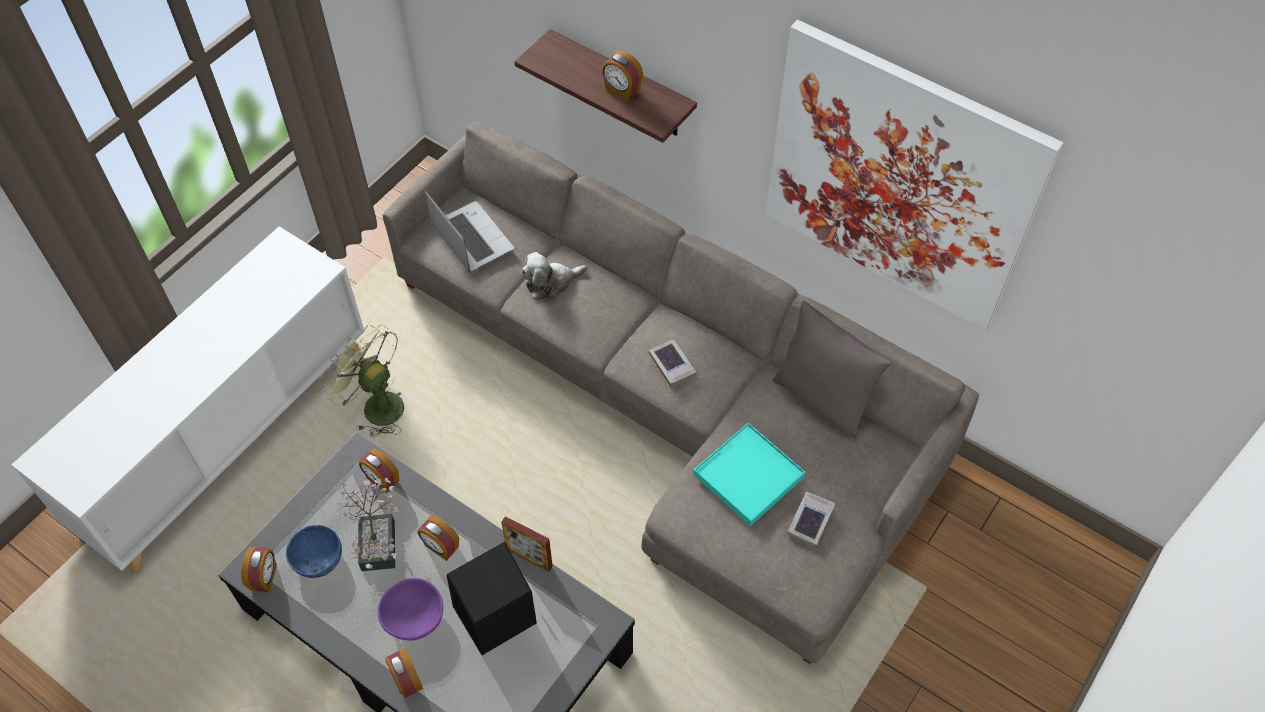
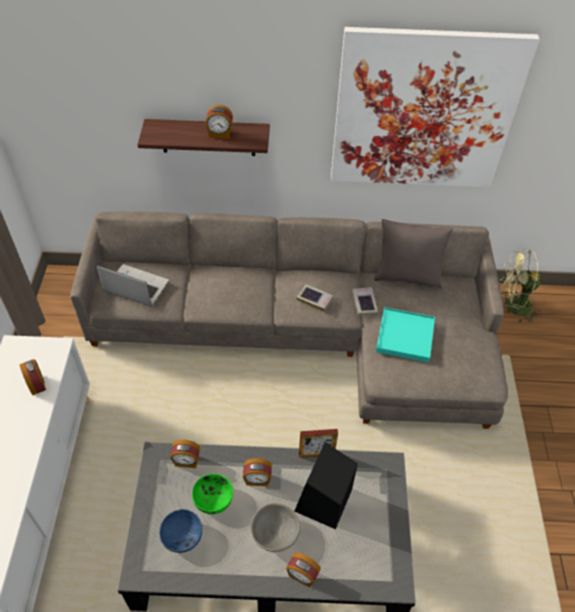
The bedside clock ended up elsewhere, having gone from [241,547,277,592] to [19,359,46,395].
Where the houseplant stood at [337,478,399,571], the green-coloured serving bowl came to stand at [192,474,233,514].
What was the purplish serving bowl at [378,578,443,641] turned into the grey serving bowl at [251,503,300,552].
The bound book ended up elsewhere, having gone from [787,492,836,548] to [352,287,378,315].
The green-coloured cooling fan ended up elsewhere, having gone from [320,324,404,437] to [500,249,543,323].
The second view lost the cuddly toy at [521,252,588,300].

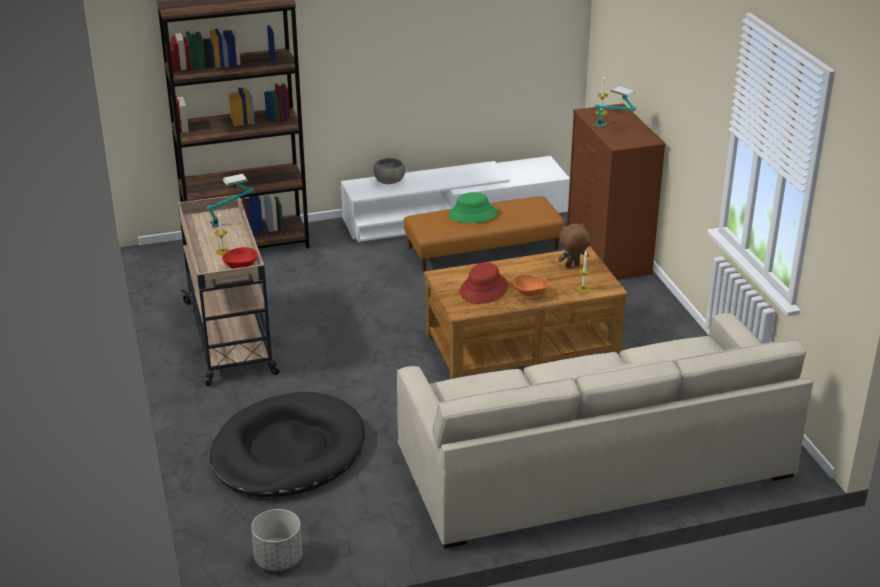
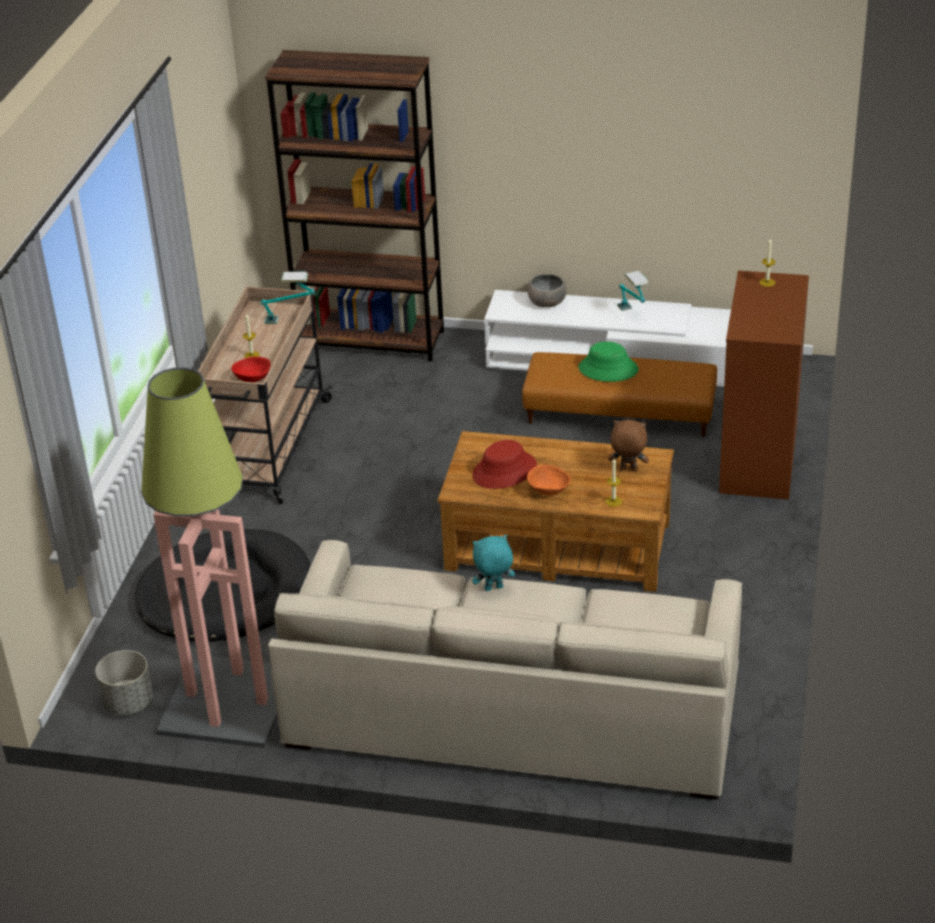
The second view gained the floor lamp at [141,367,278,748].
The second view gained the turquoise-coloured cuddly toy at [472,535,515,591].
The lamp for a table ended up elsewhere, having gone from [593,86,636,128] to [617,270,648,311].

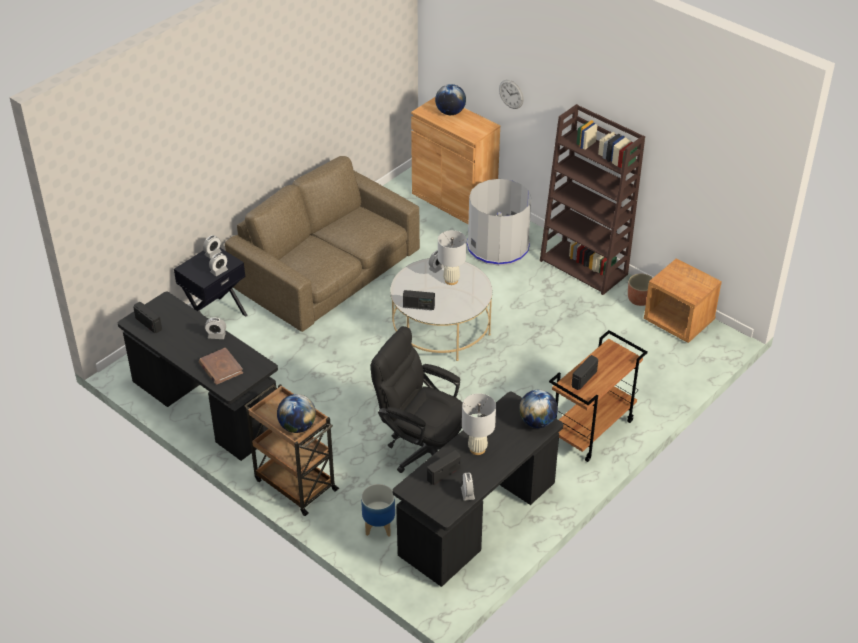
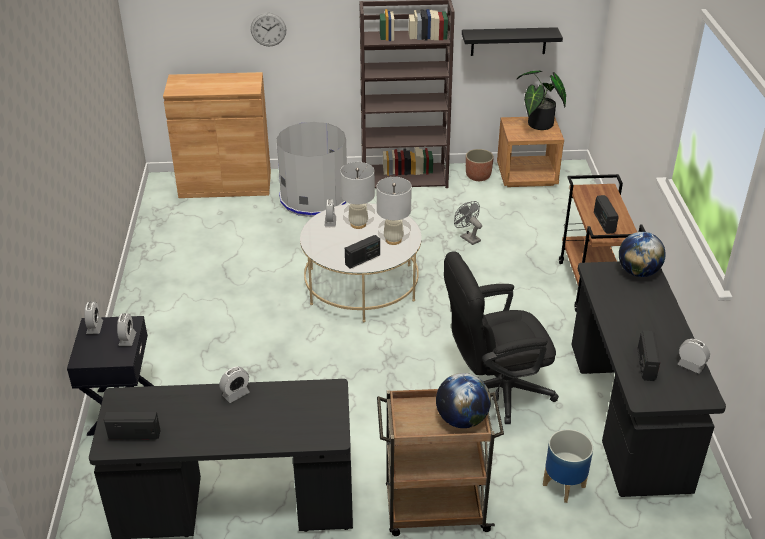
The white lamp for a table ended up elsewhere, having gone from [462,393,496,455] to [377,177,412,245].
The second view gained the grey cooling fan at [454,201,482,245].
The second view gained the black shelf at [462,27,563,56].
The second view gained the houseplant at [516,71,566,130].
The second view lost the brownish bound book at [199,348,243,385].
The second view lost the brownish sofa at [225,156,420,332].
The second view lost the globe at [435,84,466,115].

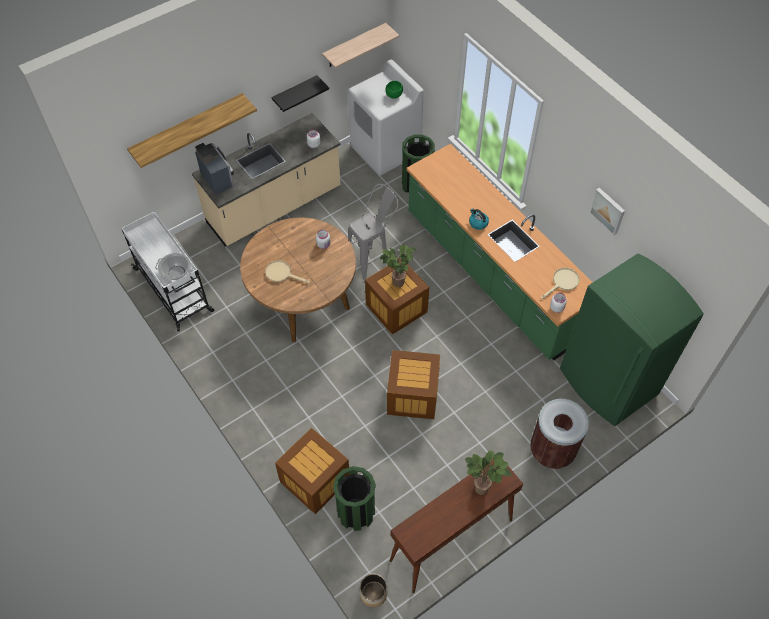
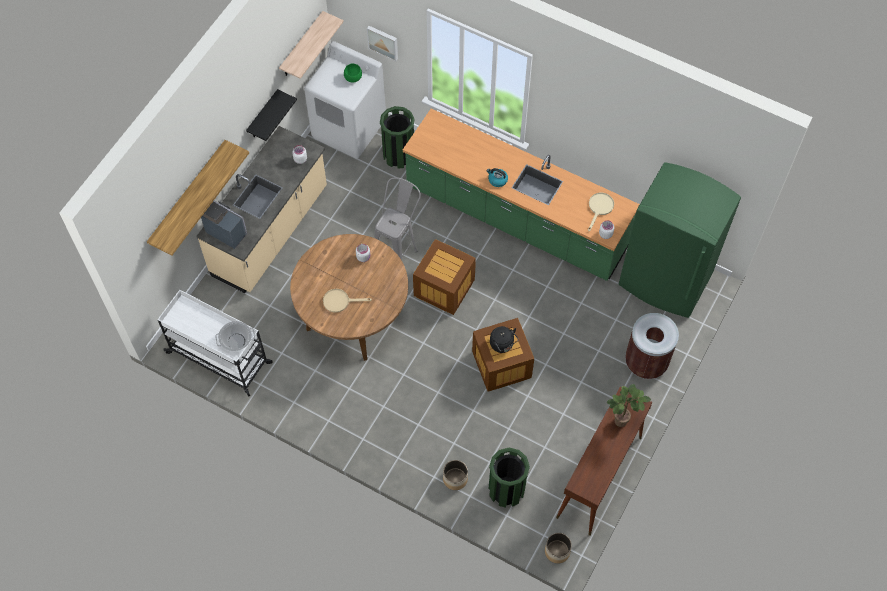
The picture ended up elsewhere, having gone from [589,188,625,235] to [367,26,398,61].
Where the packing crate stood at [275,428,350,514], the plant pot came to stand at [443,460,468,490].
The second view gained the black kettle at [490,326,519,353].
The second view lost the houseplant at [379,244,416,287].

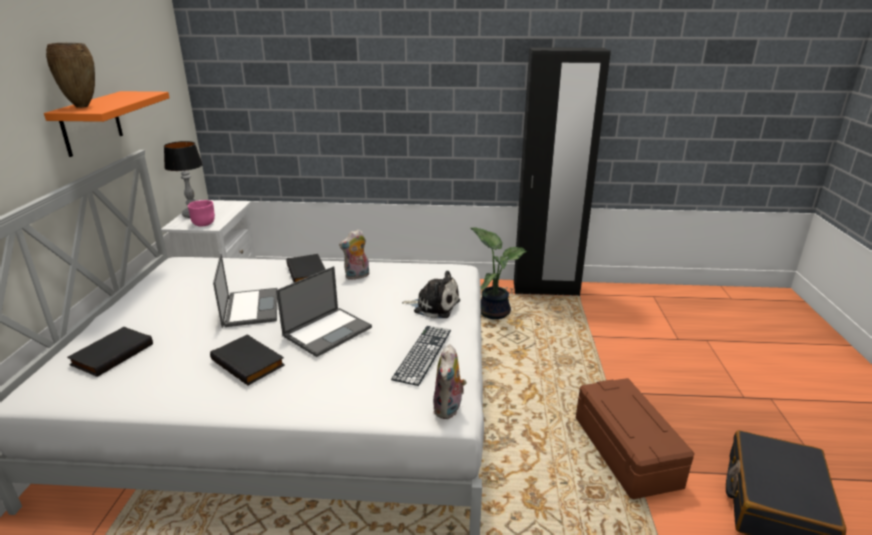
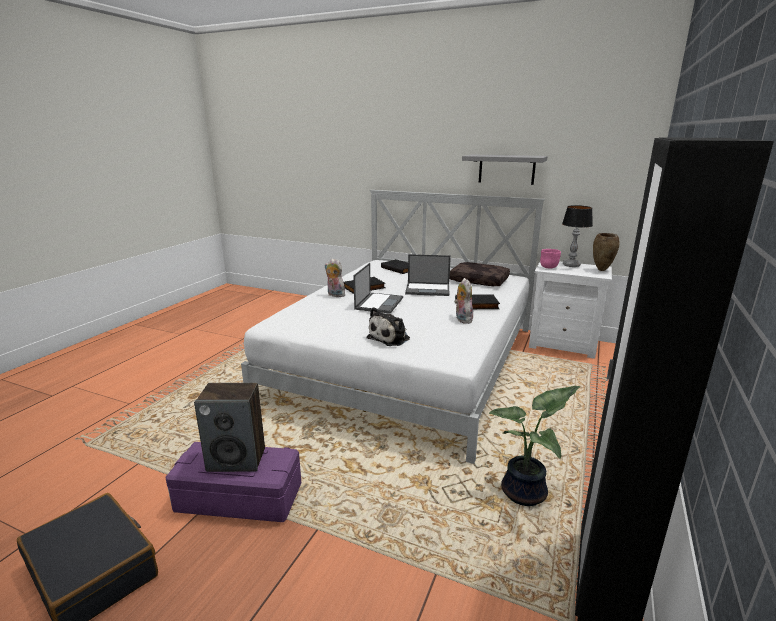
What was the brownish storage box at [576,378,694,499] turned into the purplish storage box at [165,442,301,522].
The second view gained the loudspeaker at [194,383,265,472].
The cuddly toy ended up elsewhere, having gone from [433,344,467,419] to [325,258,345,297].
The notebook computer at [276,266,372,357] ended up facing another way, 135 degrees counterclockwise from before.
The second view gained the brownish pillow at [450,262,510,286].
What was the orangey shelf at [44,91,170,157] turned into the grey shelf at [462,154,548,185].
The brownish flower vase ended up elsewhere, having gone from [46,43,95,108] to [593,233,619,271].
The second view lost the computer keyboard at [391,326,451,386].

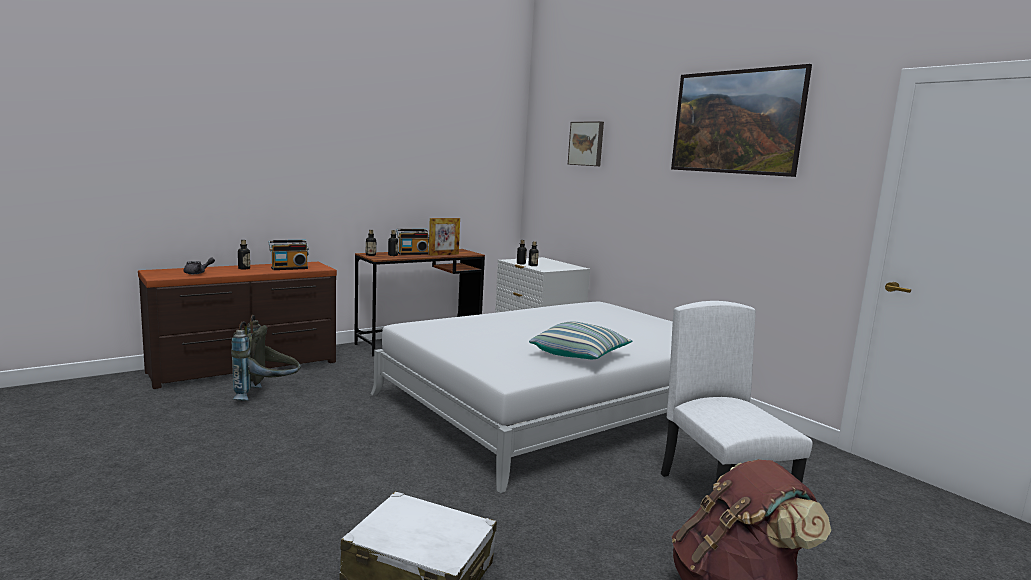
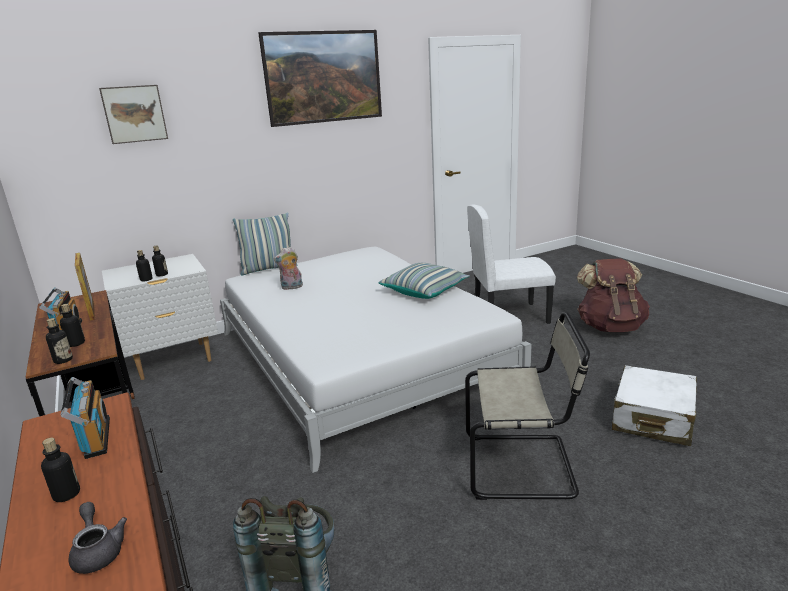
The second view gained the pillow at [233,213,291,275].
The second view gained the cuddly toy at [273,246,303,290].
The second view gained the beige-coloured plain chair at [465,312,590,500].

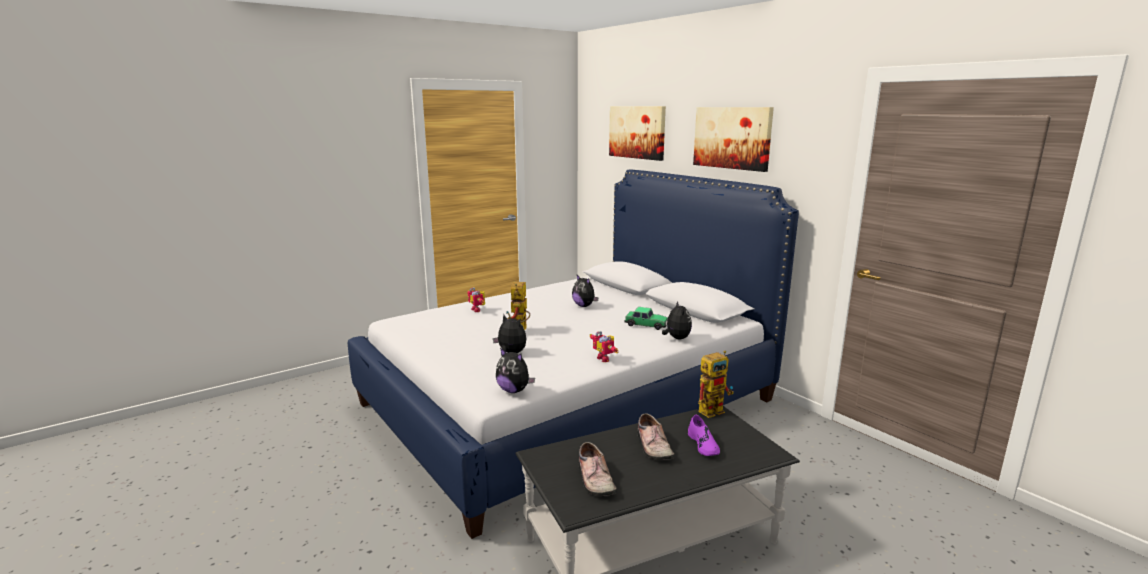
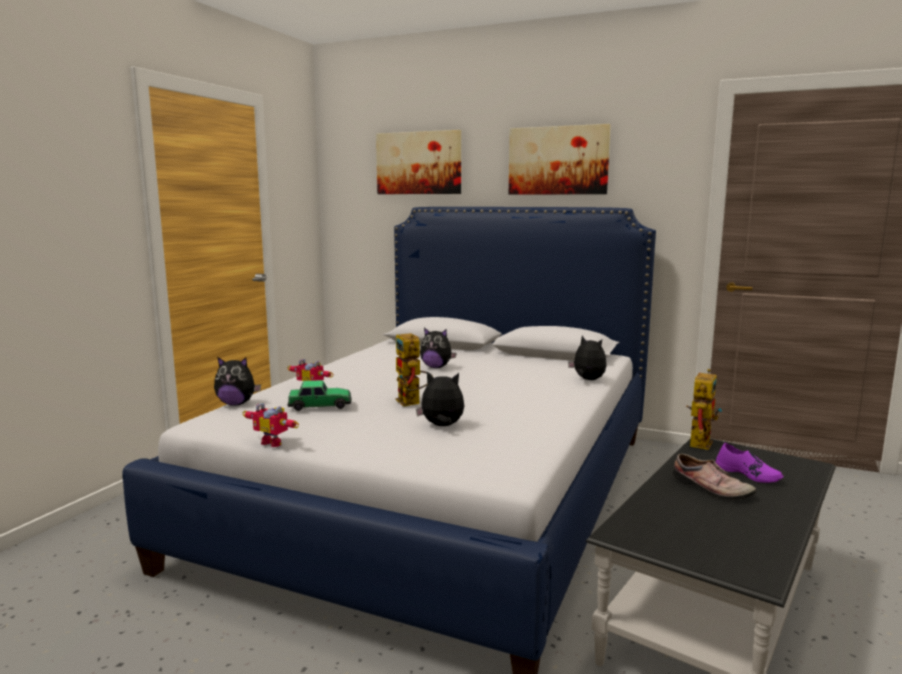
The cuddly toy ended up elsewhere, having gone from [496,348,535,393] to [214,357,261,406].
The model robot ended up elsewhere, having gone from [590,331,618,362] to [243,403,299,447].
The model car ended up elsewhere, having gone from [624,307,668,330] to [288,380,351,411].
The second view lost the shoe at [578,442,617,496].

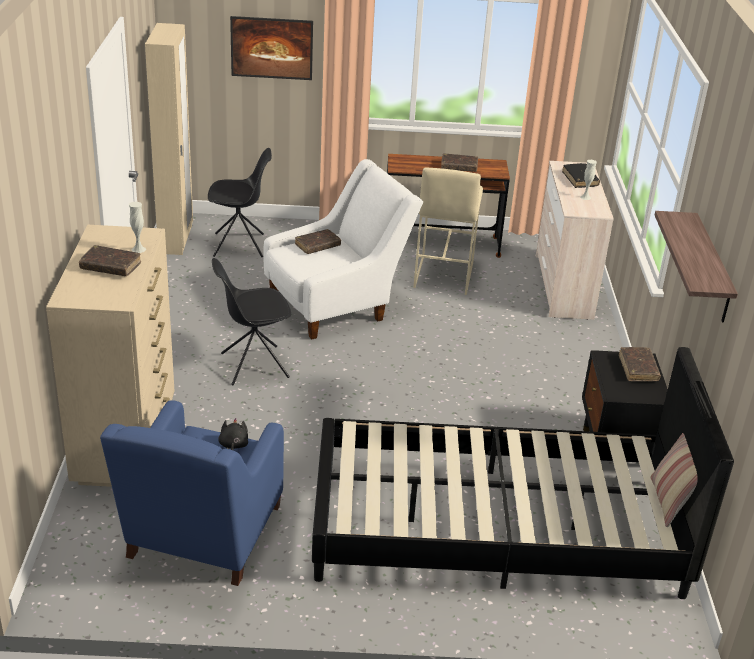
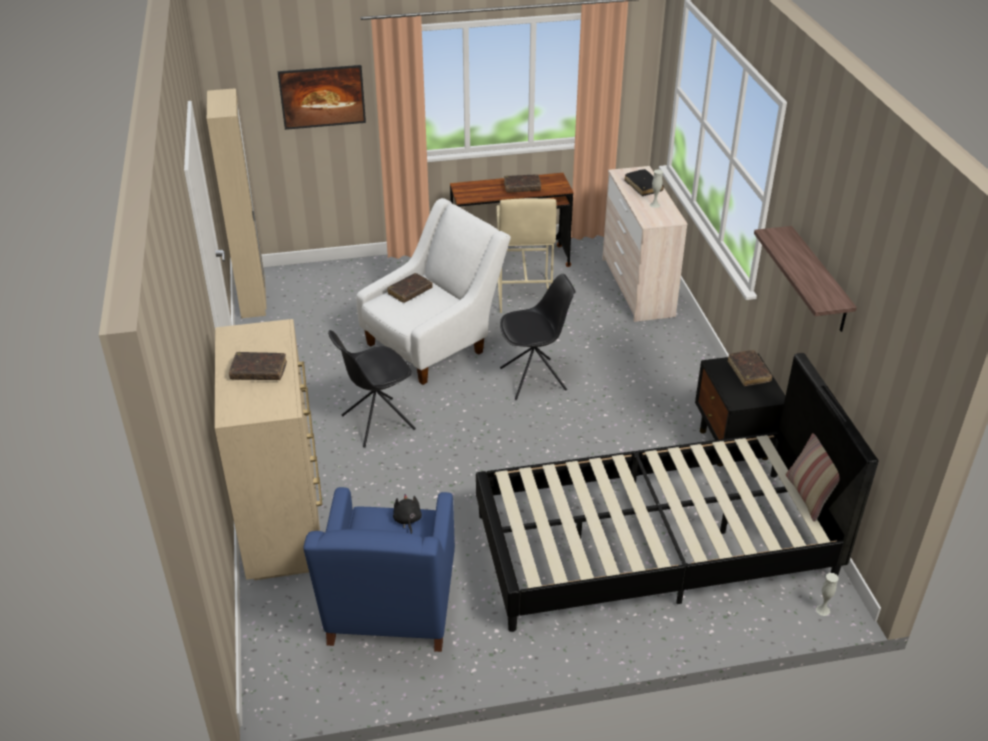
The black plain chair ended up elsewhere, having gone from [208,148,272,257] to [500,274,576,400].
The white flower vase ended up elsewhere, having gone from [129,202,146,253] to [816,573,839,616].

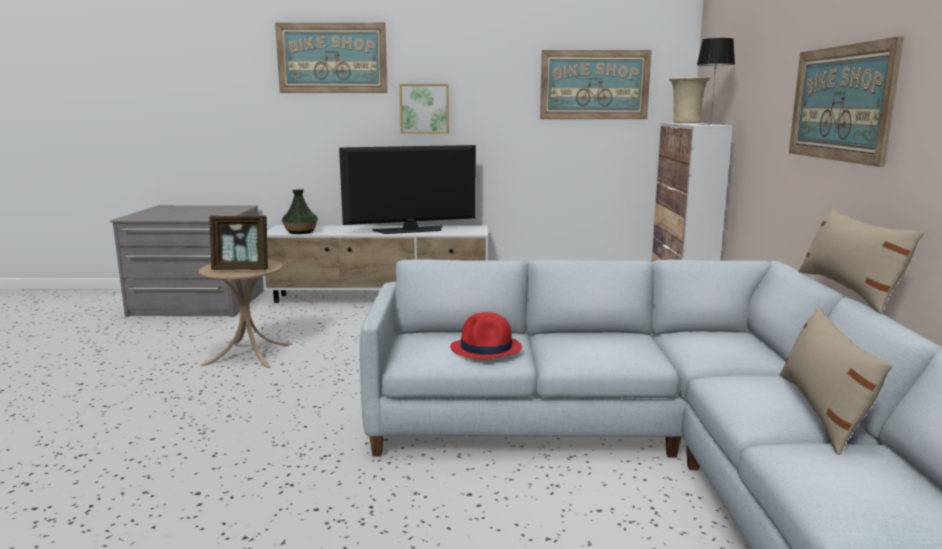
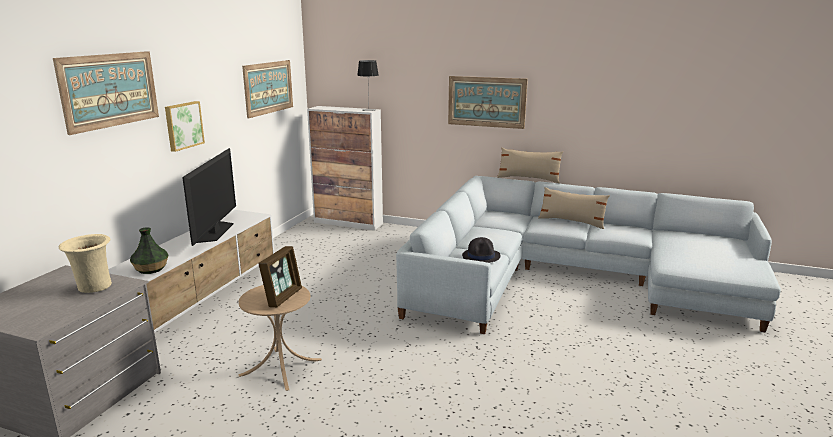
The beige-coloured flower vase ended up elsewhere, having gone from [668,77,711,123] to [59,234,112,293].
What was the reddish wearable hat at [450,312,522,359] turned into the black wearable hat at [462,237,501,263].

